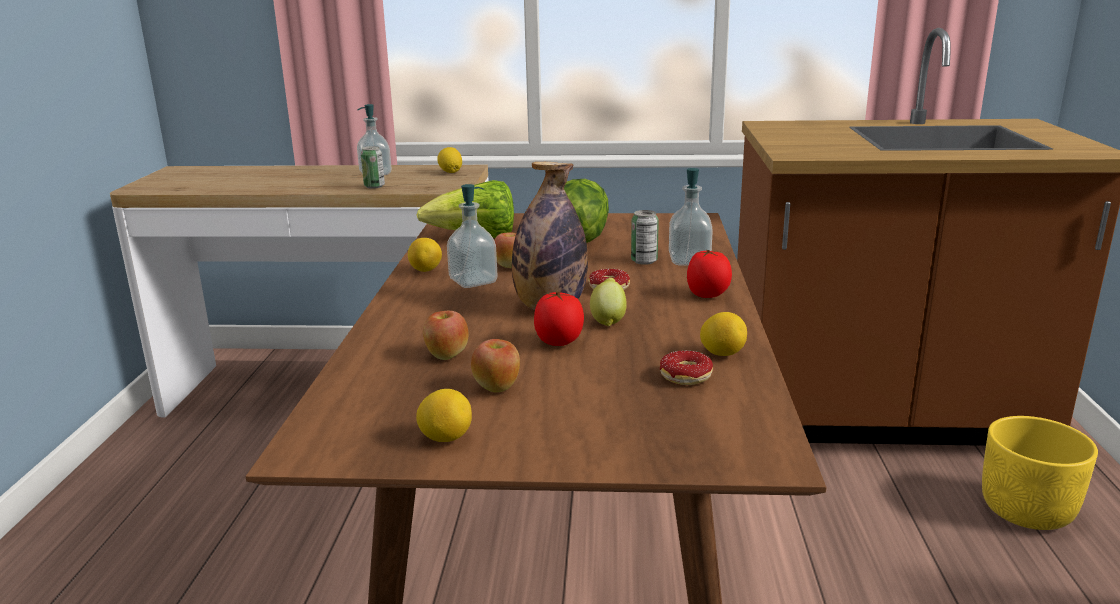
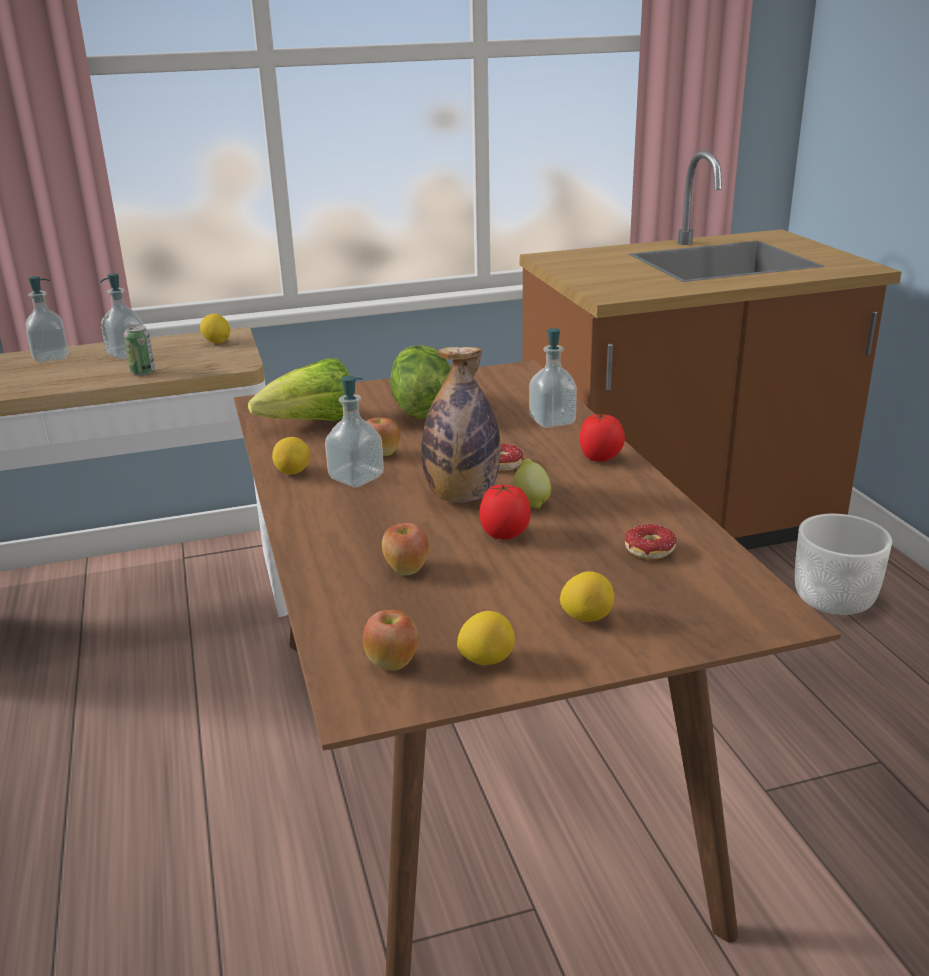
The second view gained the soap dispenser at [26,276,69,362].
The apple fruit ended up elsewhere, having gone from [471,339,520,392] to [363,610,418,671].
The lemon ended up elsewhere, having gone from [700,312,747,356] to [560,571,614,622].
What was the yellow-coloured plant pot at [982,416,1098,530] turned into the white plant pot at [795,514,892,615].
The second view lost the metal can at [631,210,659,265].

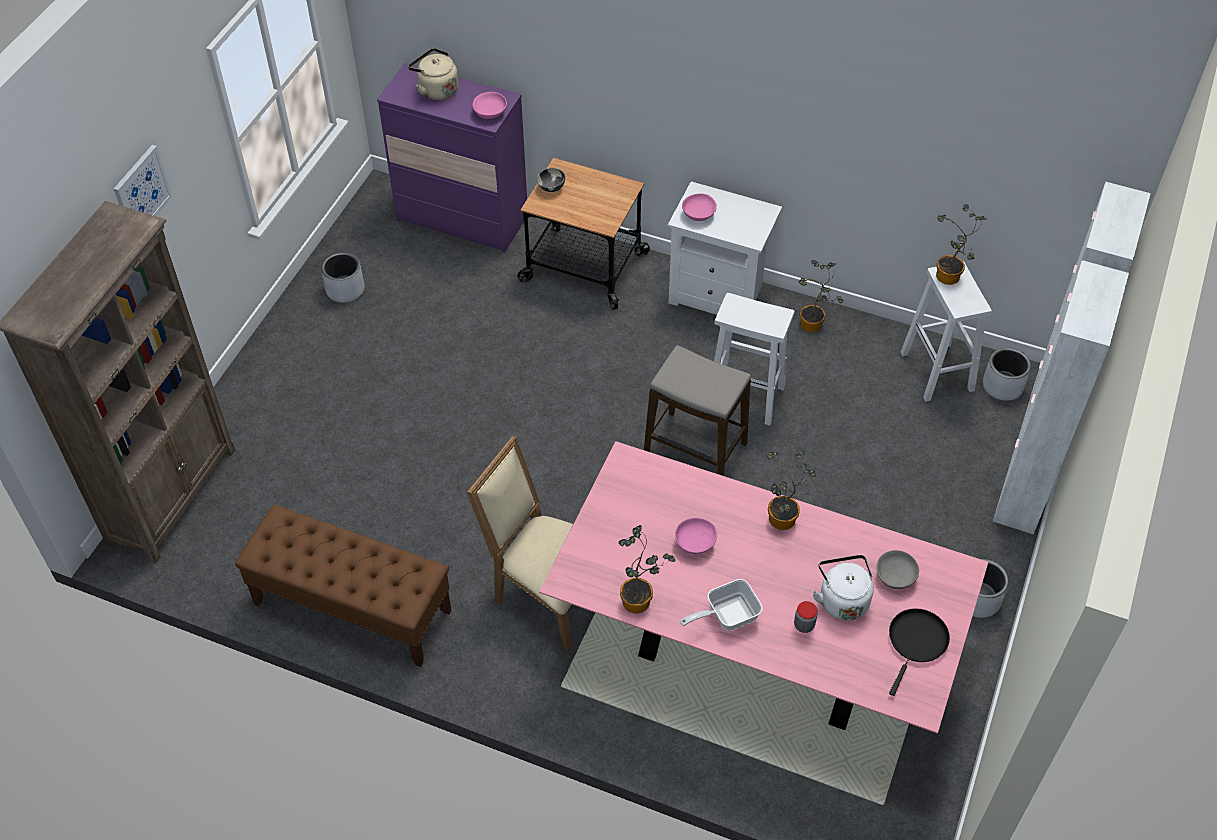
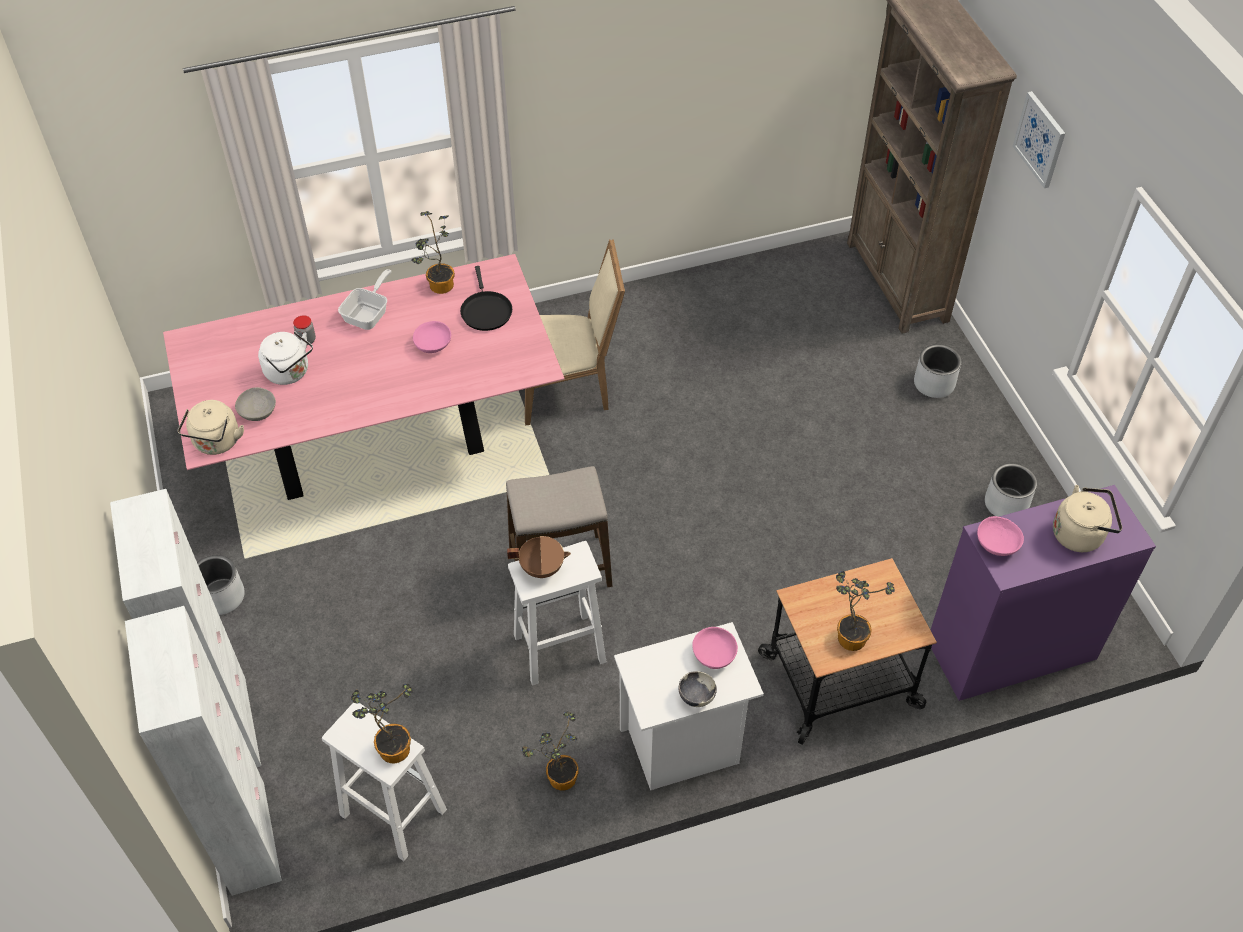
The second view gained the beige-coloured kettle at [177,400,244,455].
The black frying pan ended up elsewhere, having gone from [889,608,950,696] to [460,266,512,331].
The second view gained the brownish stockpot at [507,536,571,578].
The serving bowl ended up elsewhere, having gone from [537,168,565,192] to [678,671,717,707].
The houseplant ended up elsewhere, having gone from [766,451,816,530] to [836,571,895,651].
The grey plant pot ended up elsewhere, having gone from [983,347,1031,401] to [914,344,962,398].
The second view lost the brownish long seat at [235,505,451,667].

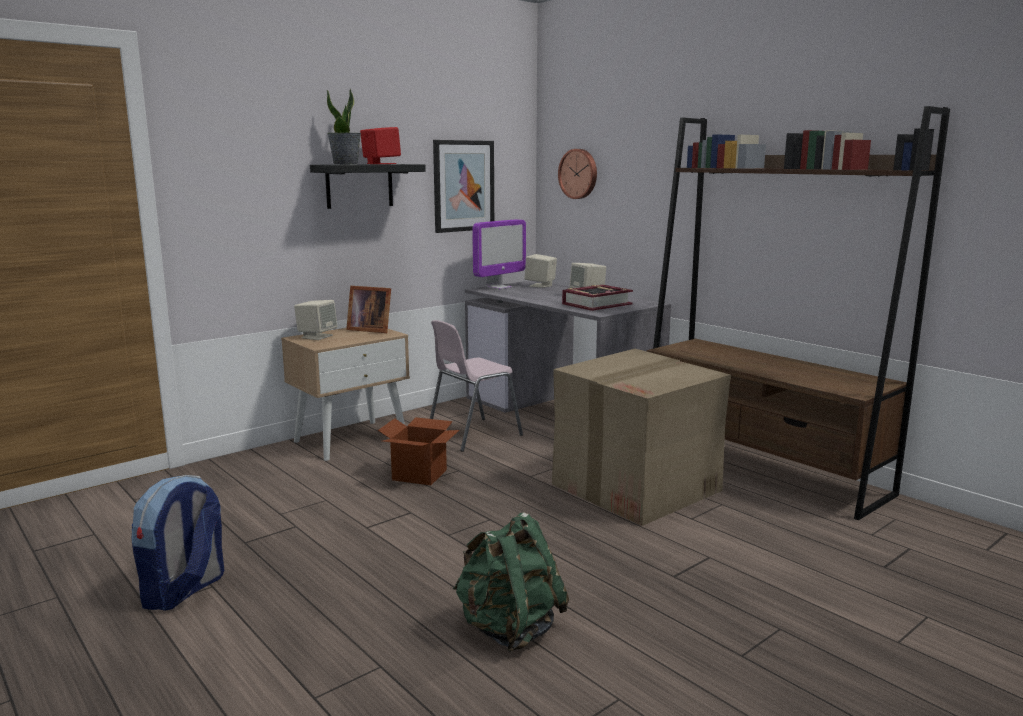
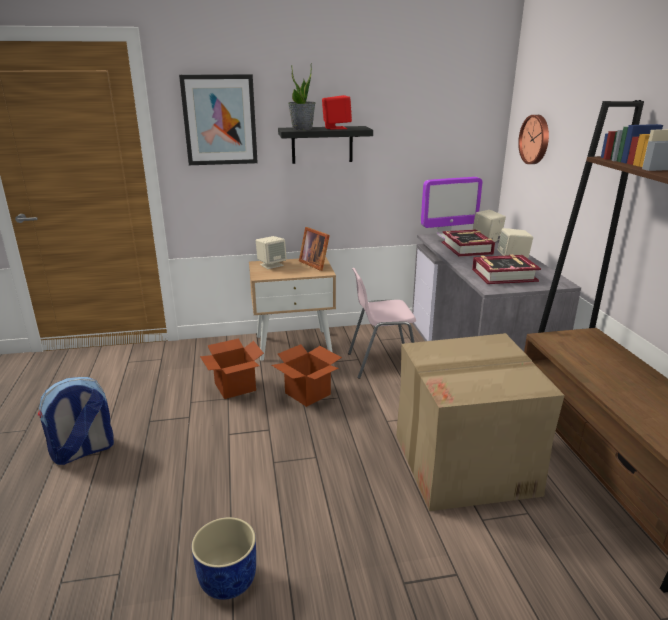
The picture ended up elsewhere, having gone from [433,140,494,233] to [179,74,258,165].
Where the green-coloured backpack stood at [453,512,569,652], the blue plant pot came to stand at [191,517,256,600].
The second view gained the carton at [200,338,264,399].
The second view gained the bound book at [442,229,495,257].

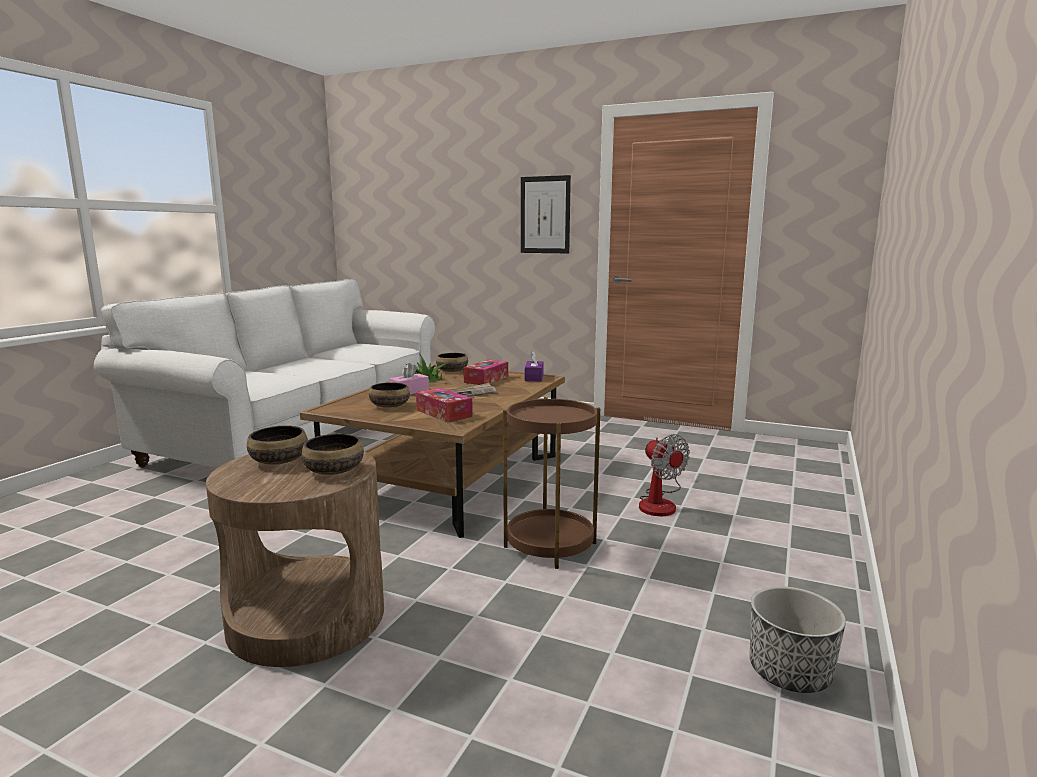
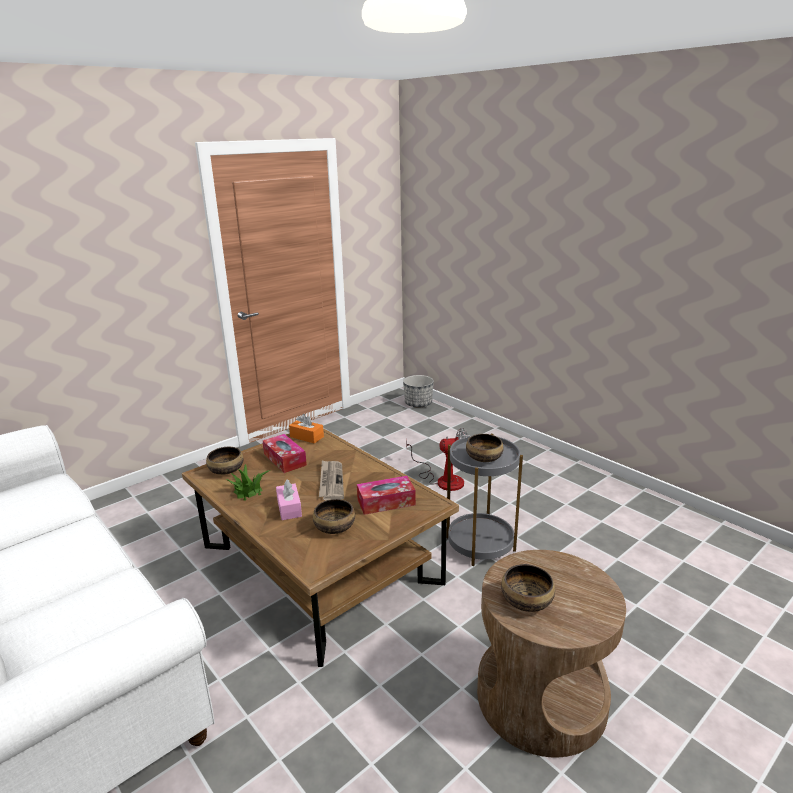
What was the purplish tissue box at [525,351,544,381] turned into the orangey tissue box at [289,414,324,443].
The plant pot ended up elsewhere, having gone from [750,586,846,693] to [403,375,434,408].
What was the brownish accent table at [503,397,600,569] turned into the grey accent table at [446,434,523,566].
The serving bowl ended up elsewhere, having gone from [302,434,364,475] to [466,434,504,462].
The second view lost the picture at [521,175,571,253].

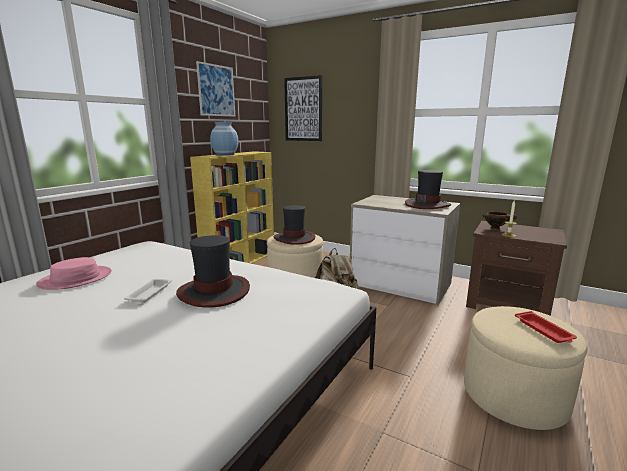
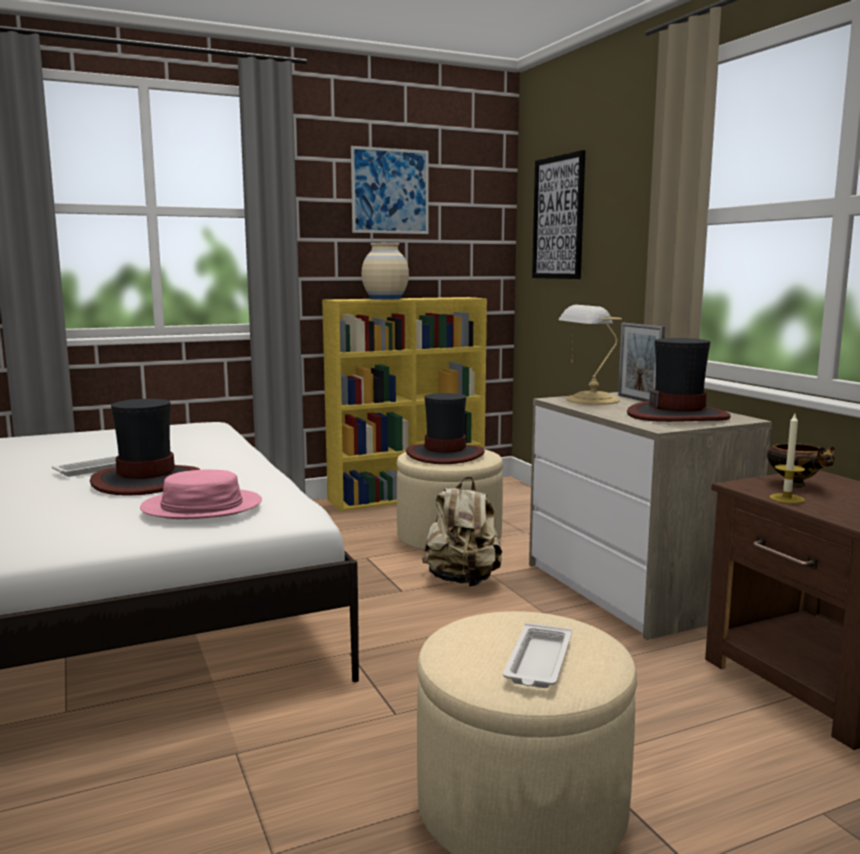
The pink wearable hat ended up elsewhere, having gone from [36,257,112,290] to [140,469,262,519].
What was the blue flower vase at [210,122,238,156] turned into the beige-coloured flower vase at [362,243,409,300].
What was the reddish tray at [515,311,577,343] turned into the white tray at [503,623,572,688].
The second view gained the lamp for a table at [558,305,622,405].
The second view gained the standing frame at [618,323,665,401].

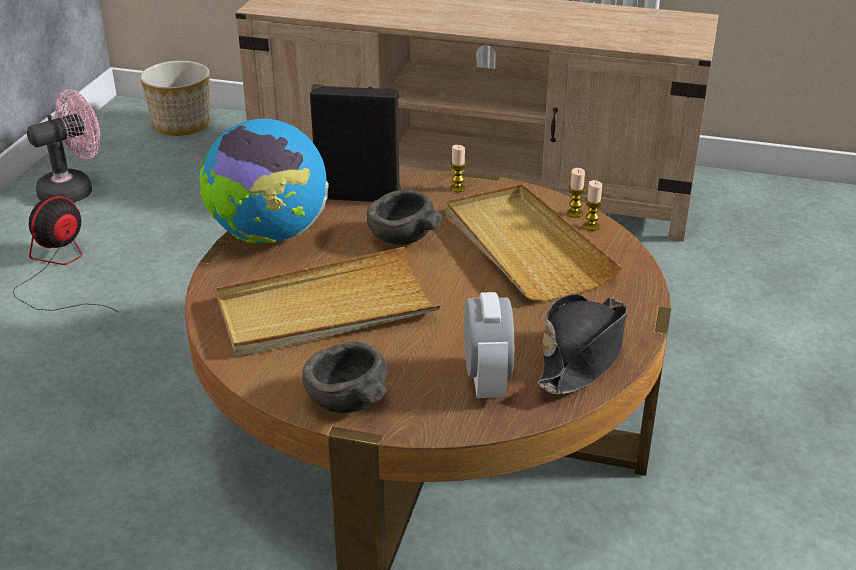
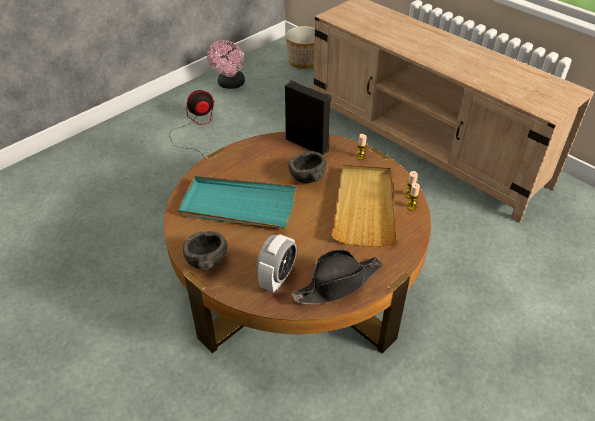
What was the beige-coloured tray at [216,247,440,357] turned into the turquoise-coloured tray at [178,176,297,228].
The pink cooling fan at [27,89,100,203] ended up facing another way, 105 degrees clockwise from before.
The second view lost the globe at [199,119,328,244].

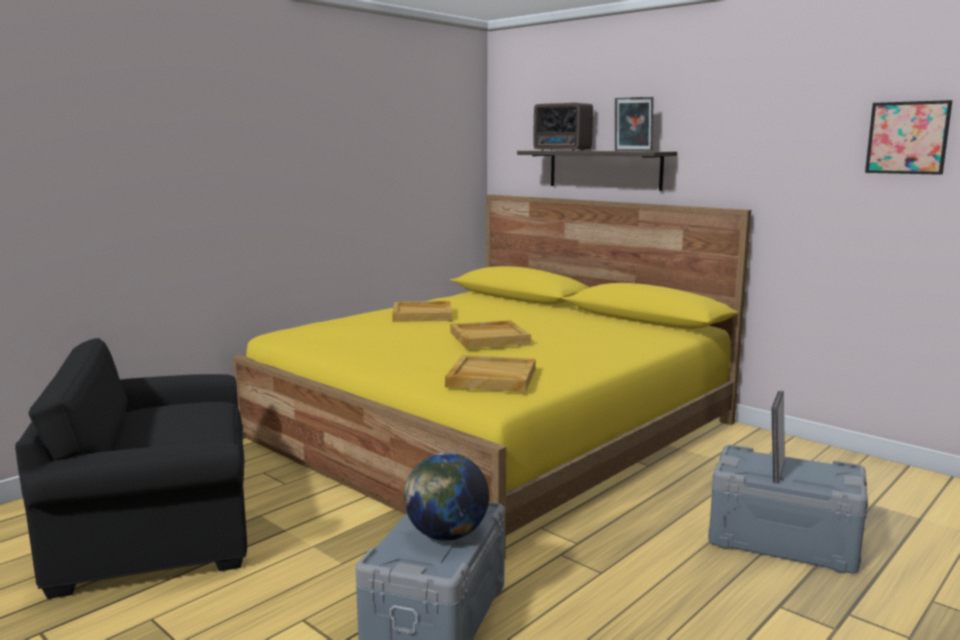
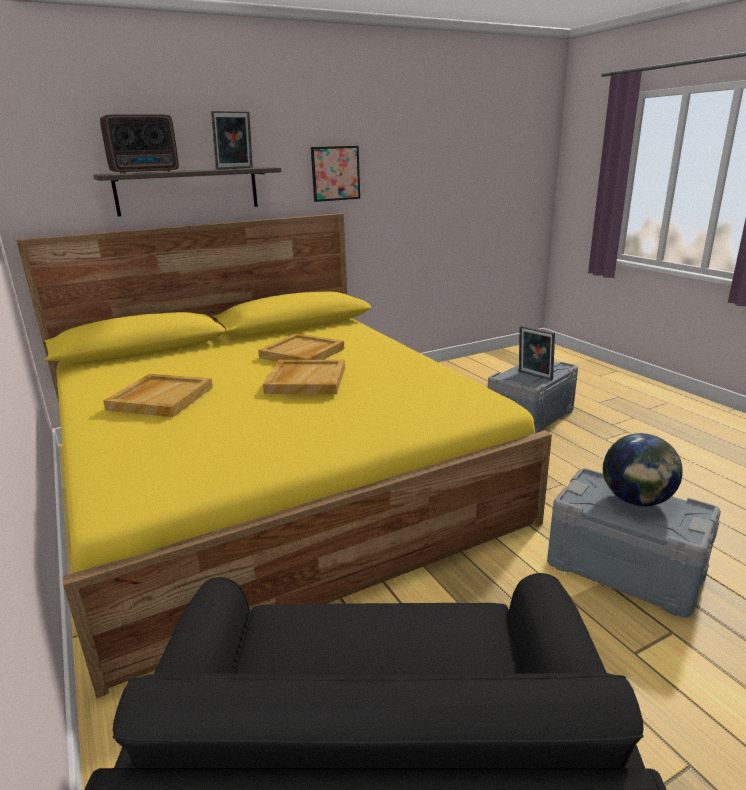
The beige-coloured tray ended up elsewhere, having gone from [445,355,536,392] to [258,333,344,362].
The picture ended up elsewhere, having gone from [865,100,952,175] to [311,146,360,202].

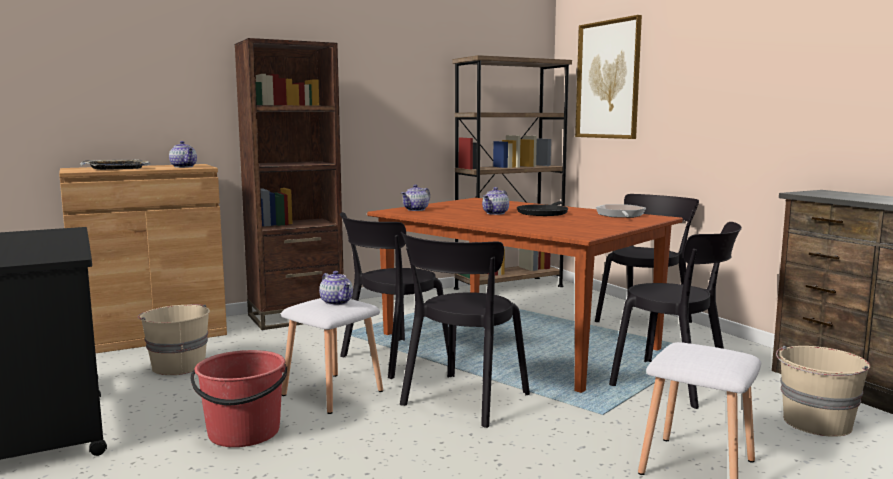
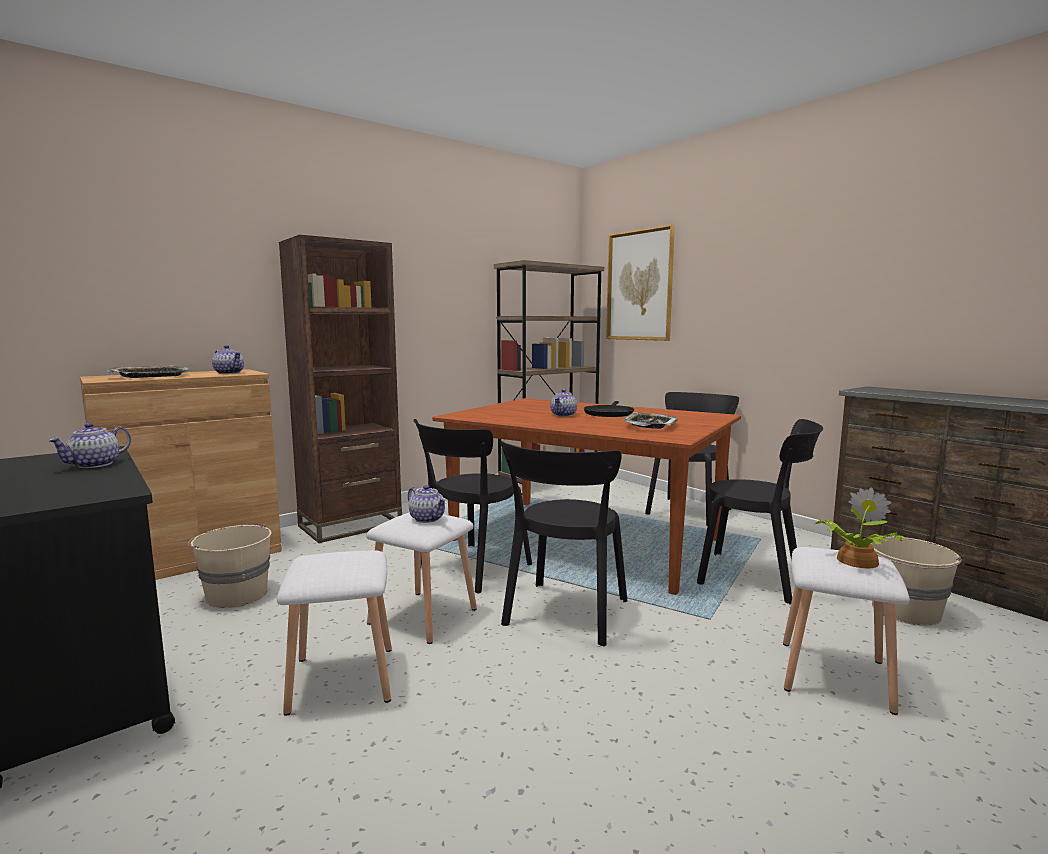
The tea pot ended up elsewhere, having gone from [401,184,430,211] to [48,423,131,468].
Where the reddish water bucket stood at [190,350,287,447], the white stool came to stand at [277,550,392,716].
The second view gained the tray at [623,412,678,429].
The second view gained the houseplant at [815,487,904,568].
The second view lost the frying pan at [596,204,646,218].

